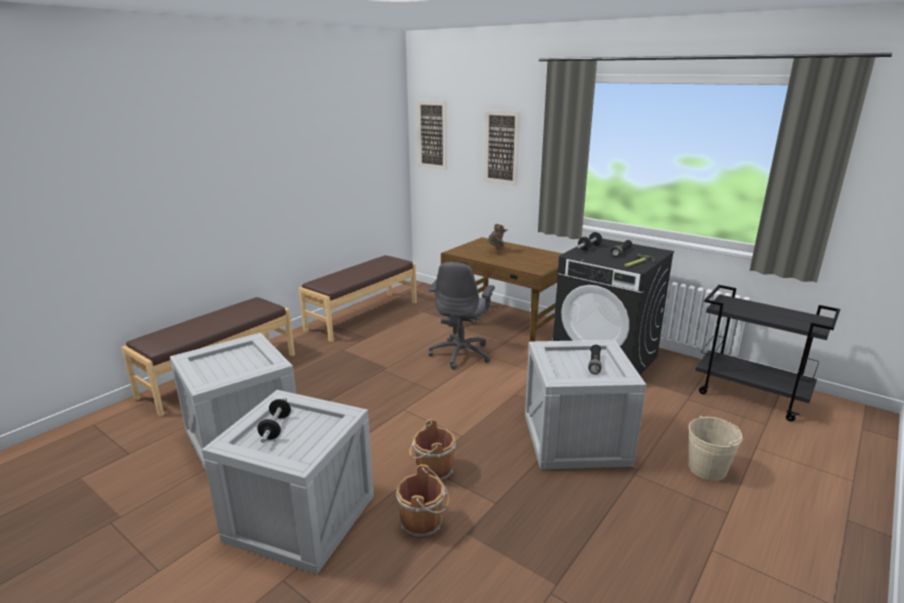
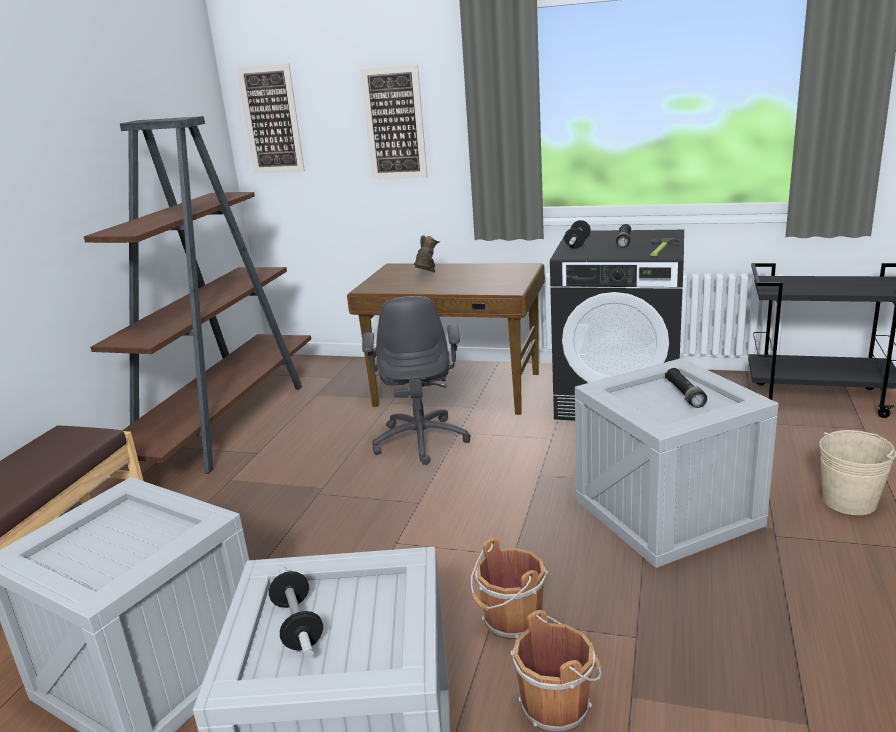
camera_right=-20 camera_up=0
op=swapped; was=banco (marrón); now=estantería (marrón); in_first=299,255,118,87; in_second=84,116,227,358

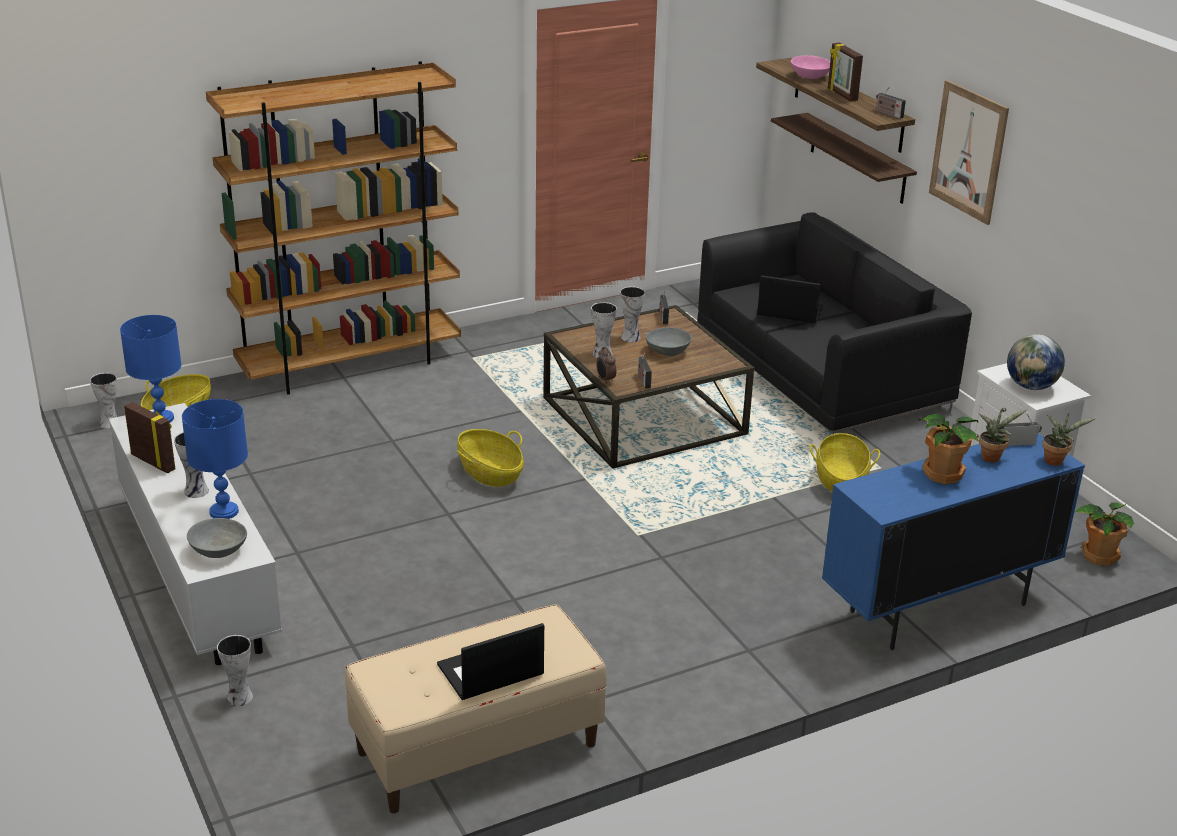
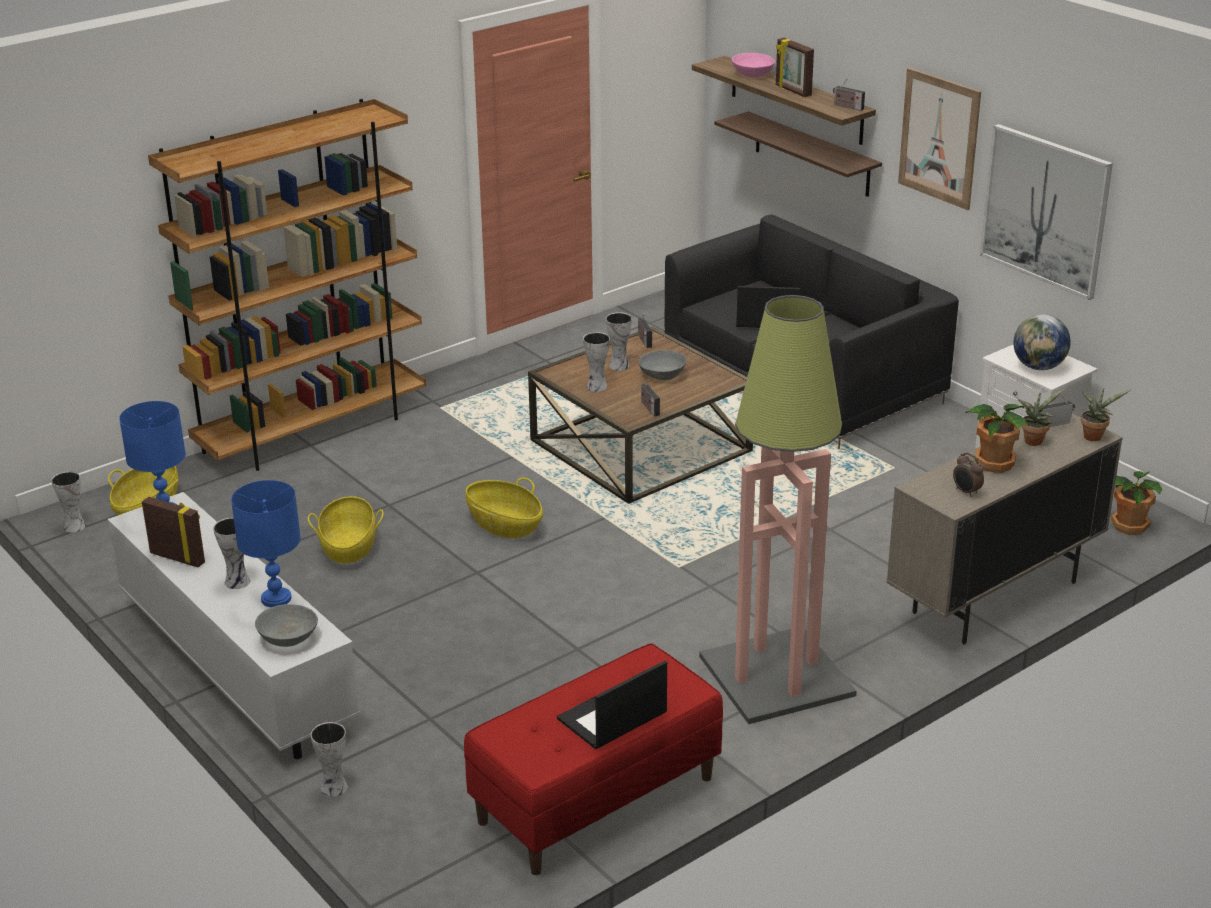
camera_right=-10 camera_up=0
op=shifted; was=cesta; in_first=809,433,71,59; in_second=308,496,76,68
op=repainted; was=banco (beis); now=banco (rojo); in_first=345,604,262,209; in_second=464,644,259,231
op=new; now=lámpara de pie; in_second=699,295,158,429
op=repainted; was=armario (azul); now=armario (beis); in_first=822,433,263,217; in_second=887,414,236,230
op=shifted; was=despertador; in_first=596,347,20,37; in_second=953,452,31,45
op=new; now=cuadro; in_second=980,124,133,176

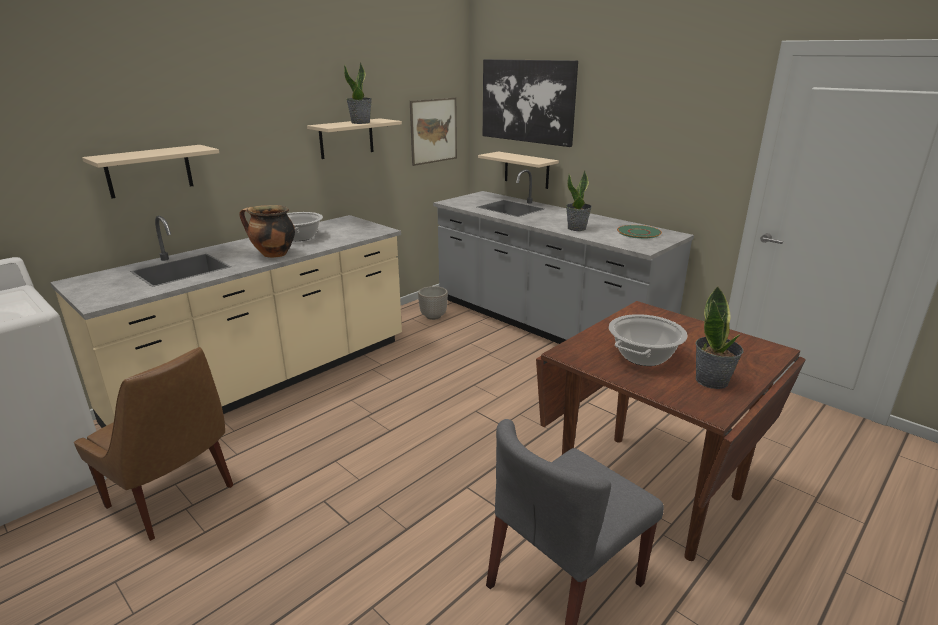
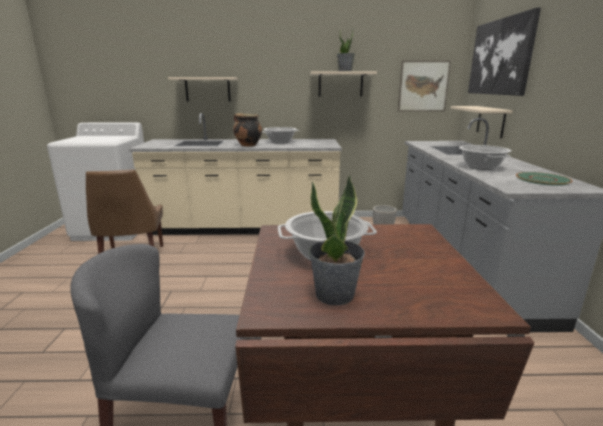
camera_right=45 camera_up=-5
op=swapped; was=planta en maceta; now=olla; in_first=566,171,26,60; in_second=459,145,52,25

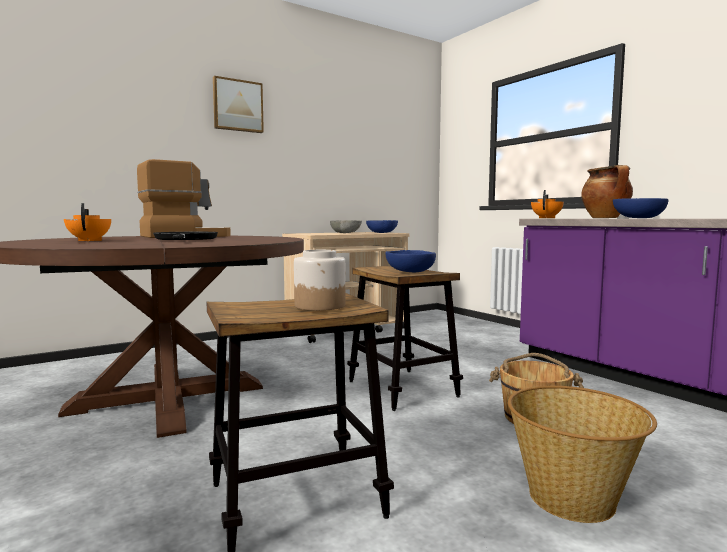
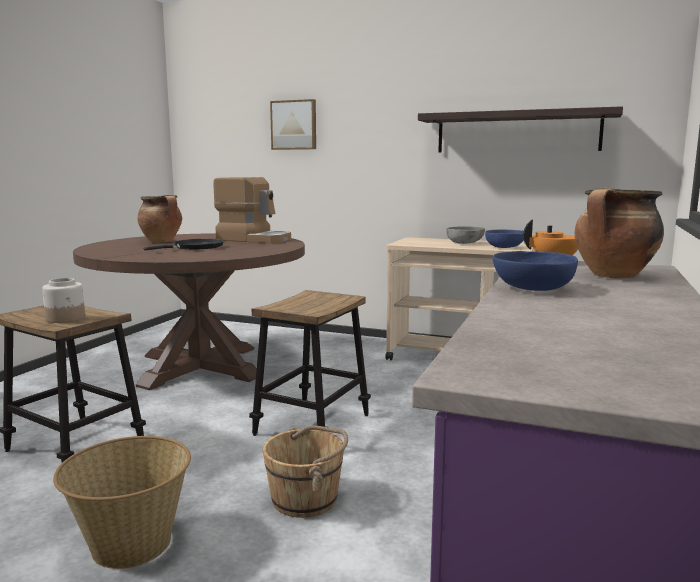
camera_right=55 camera_up=5
op=swapped; was=tetera (naranja); now=olla; in_first=64,203,47,38; in_second=138,195,44,47
op=shifted; was=cuadro; in_first=213,76,51,57; in_second=270,99,46,51
op=new; now=estante; in_second=418,106,205,46
op=gone; was=cuenco (azul); in_first=385,250,51,22

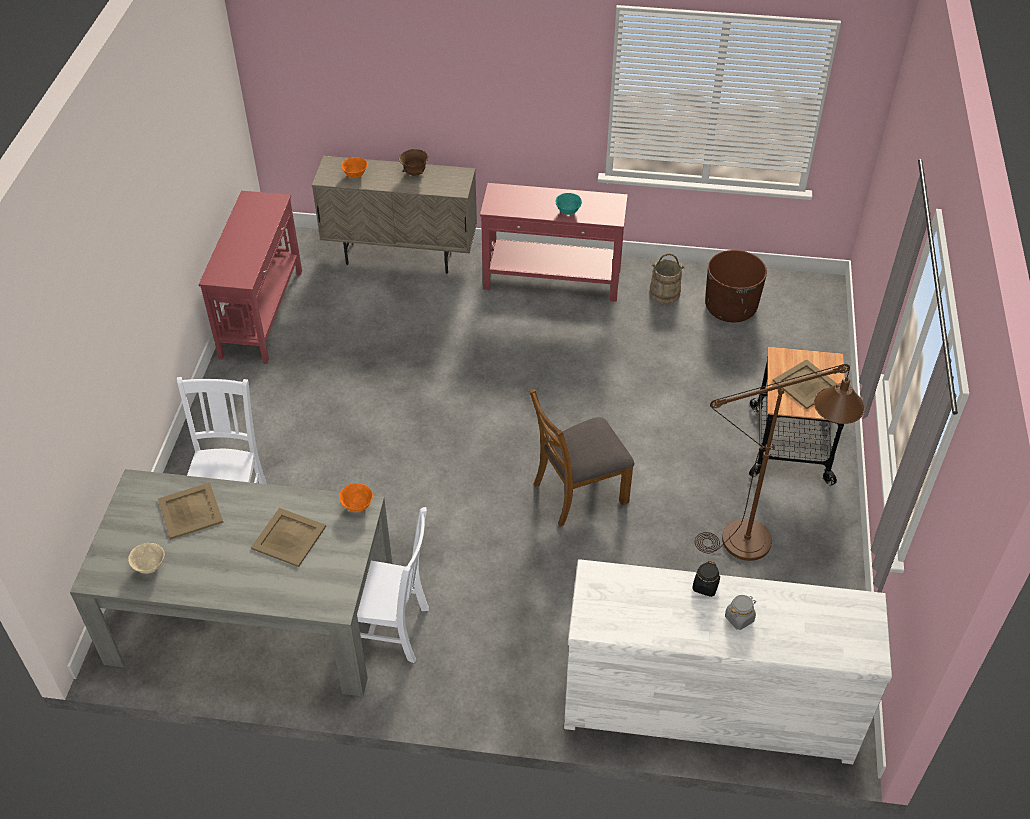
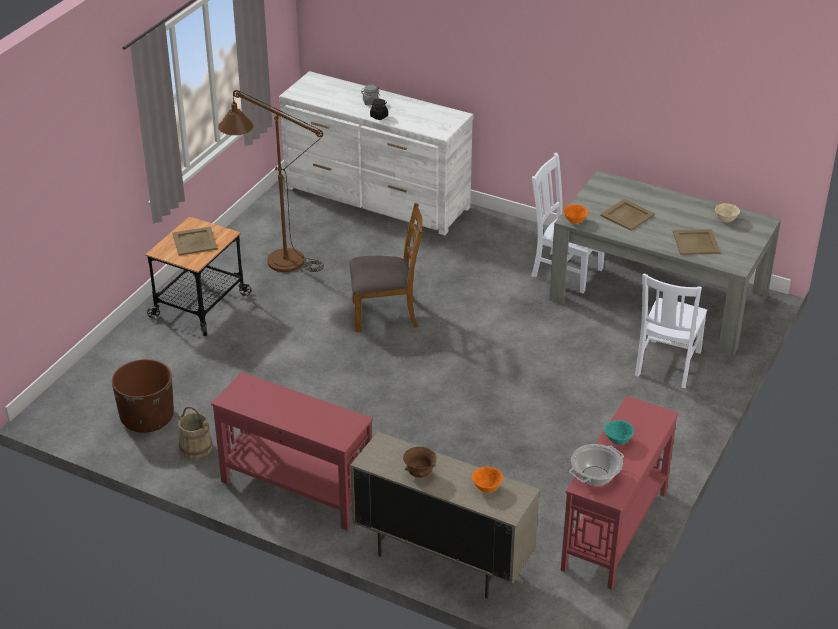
camera_right=-160 camera_up=-10
op=new; now=olla; in_second=569,444,55,42
op=shifted; was=cuenco (turquesa); in_first=555,193,27,22; in_second=605,420,29,25

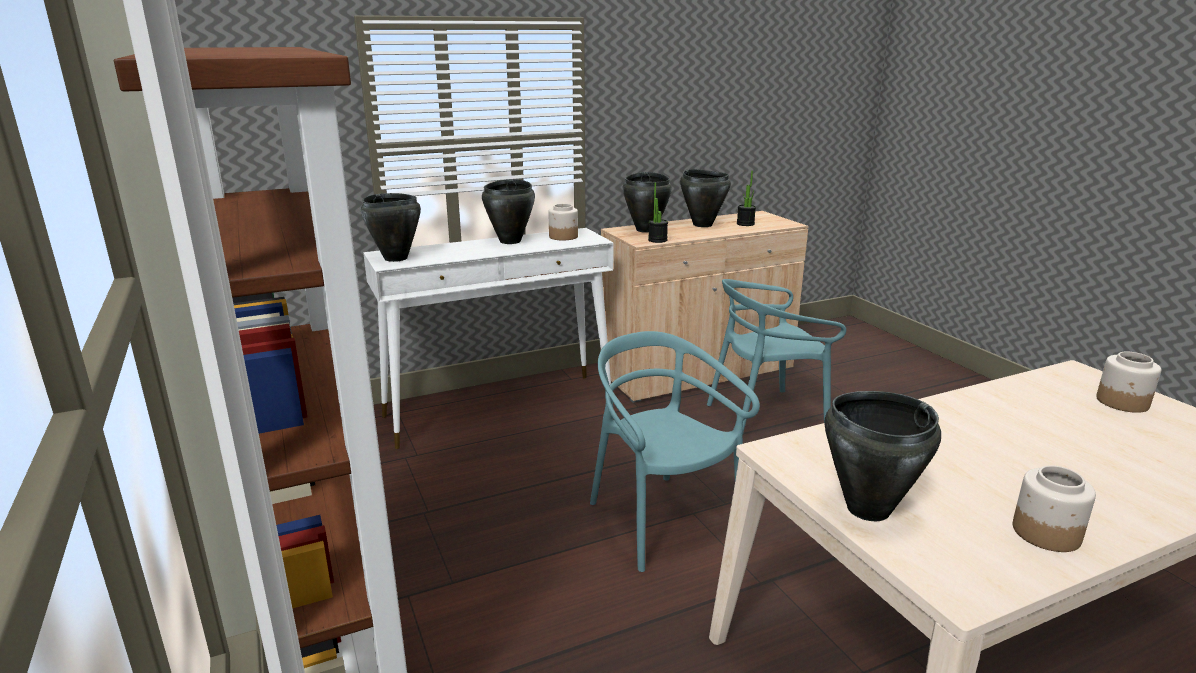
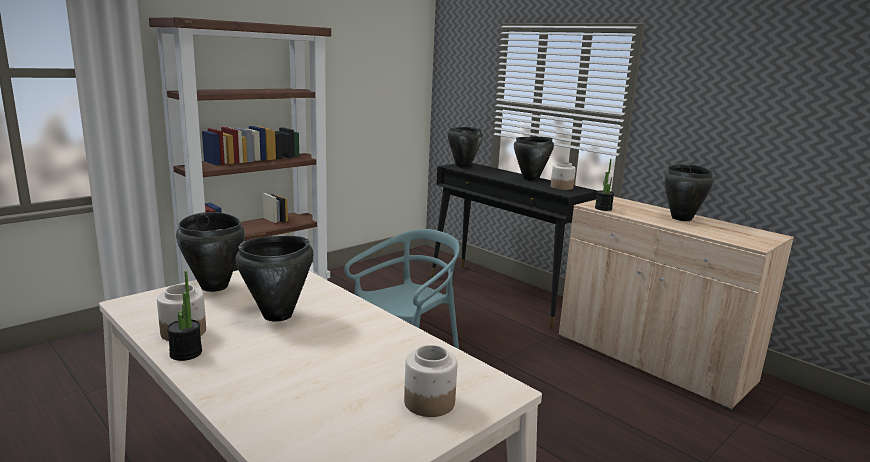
camera_right=70 camera_up=-5
op=shifted; was=planta en maceta; in_first=737,170,19,56; in_second=167,271,35,90
op=shifted; was=olla (negro); in_first=623,172,49,61; in_second=236,236,77,86
op=repainted; was=mesa consola (blanco); now=mesa consola (negro); in_first=363,228,251,221; in_second=431,163,166,166
op=gone; was=silla (turquesa); in_first=707,279,139,153

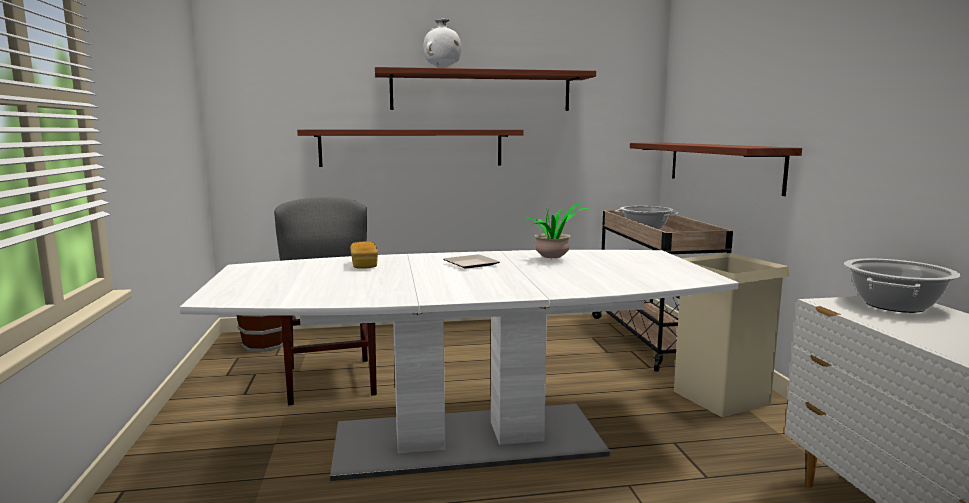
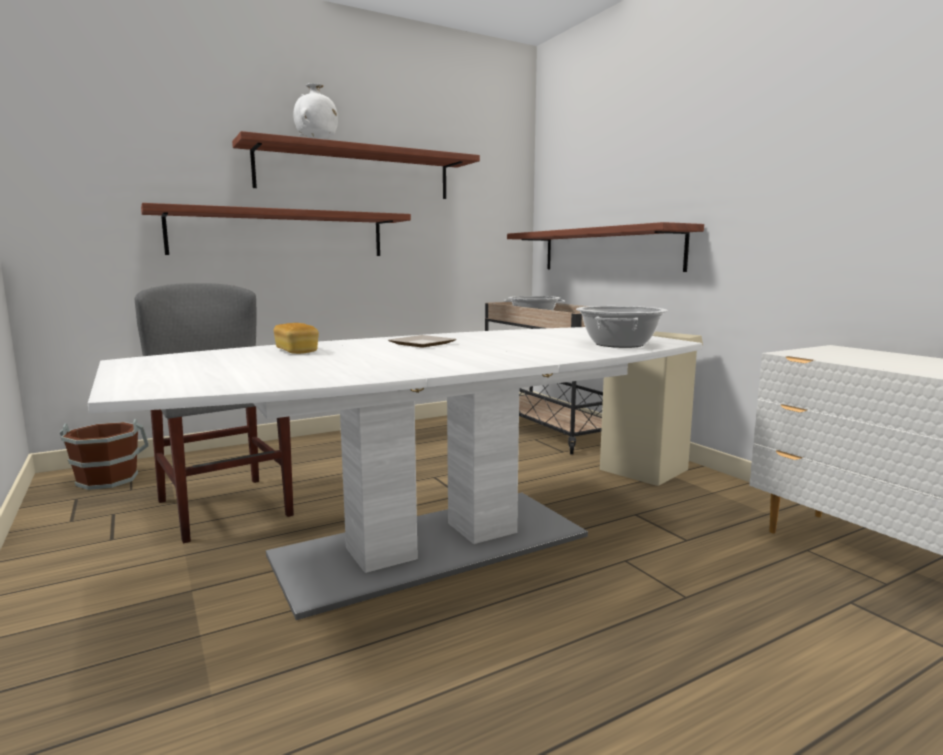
camera_right=-20 camera_up=0
op=shifted; was=olla; in_first=844,259,116,54; in_second=576,306,92,42
op=gone; was=planta en maceta; in_first=525,201,63,57

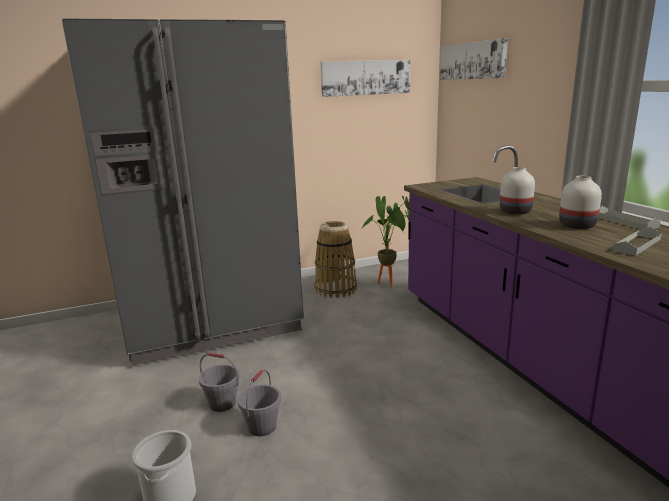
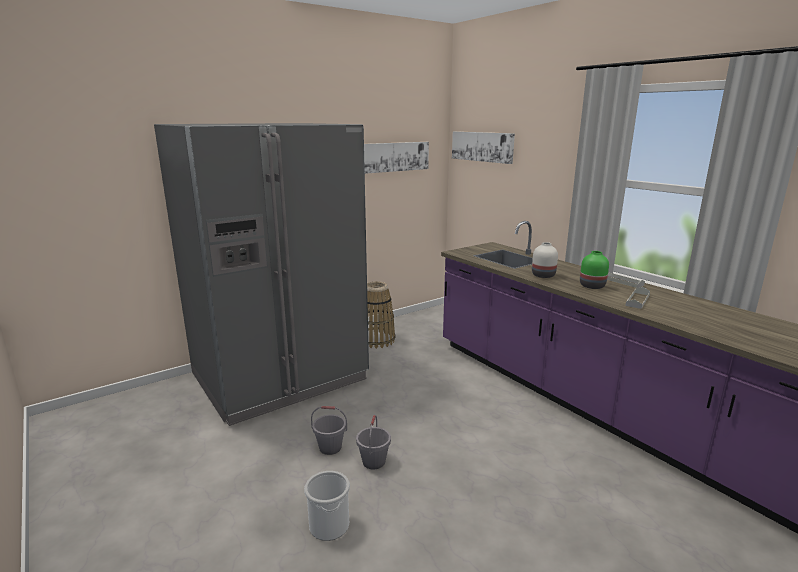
camera_right=-15 camera_up=0
op=repainted; was=florero (blanco); now=florero (verde); in_first=559,176,43,53; in_second=580,251,29,38
op=gone; was=planta en maceta; in_first=361,196,50,91

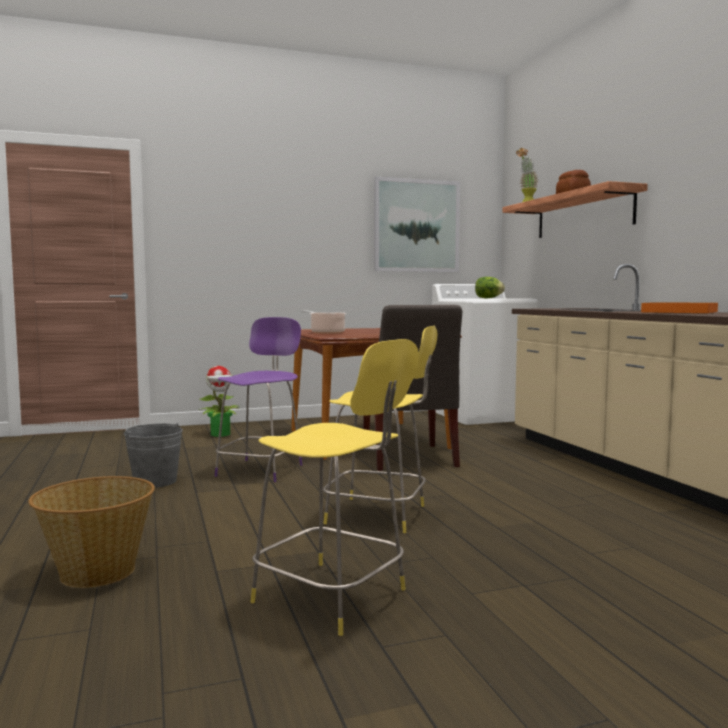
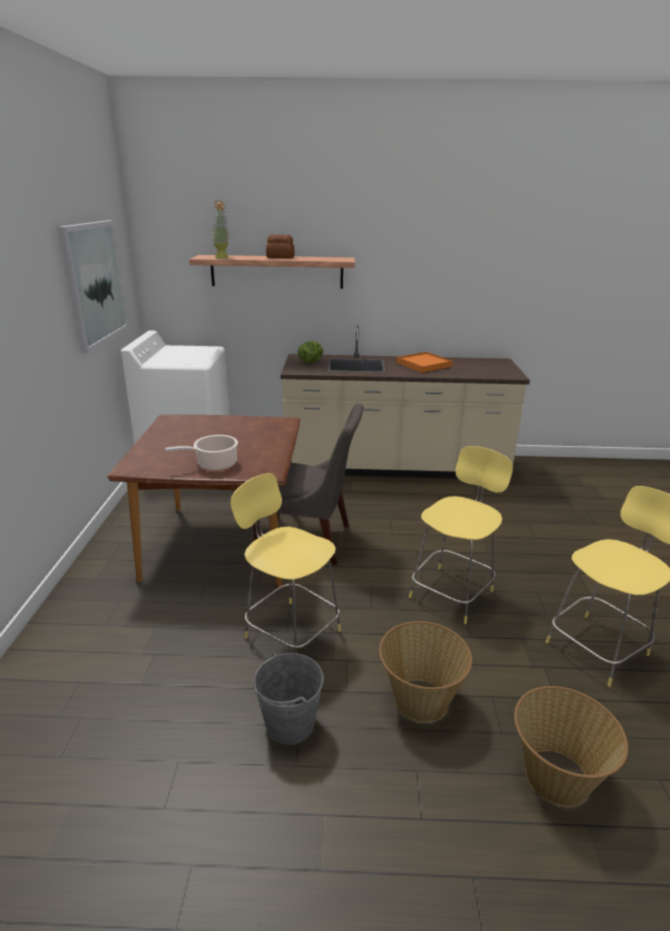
camera_right=-70 camera_up=20
op=repainted; was=taburete (morado); now=taburete (amarillo); in_first=215,317,87,165; in_second=230,473,111,181
op=shifted; was=lechuga; in_first=475,277,30,21; in_second=298,341,25,22
op=new; now=cesta; in_second=379,621,93,101
op=gone; was=planta en maceta; in_first=199,366,42,71

